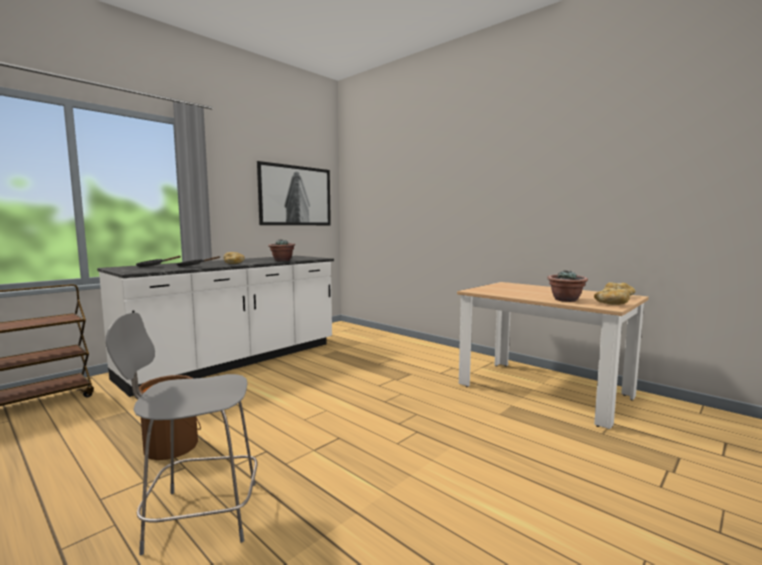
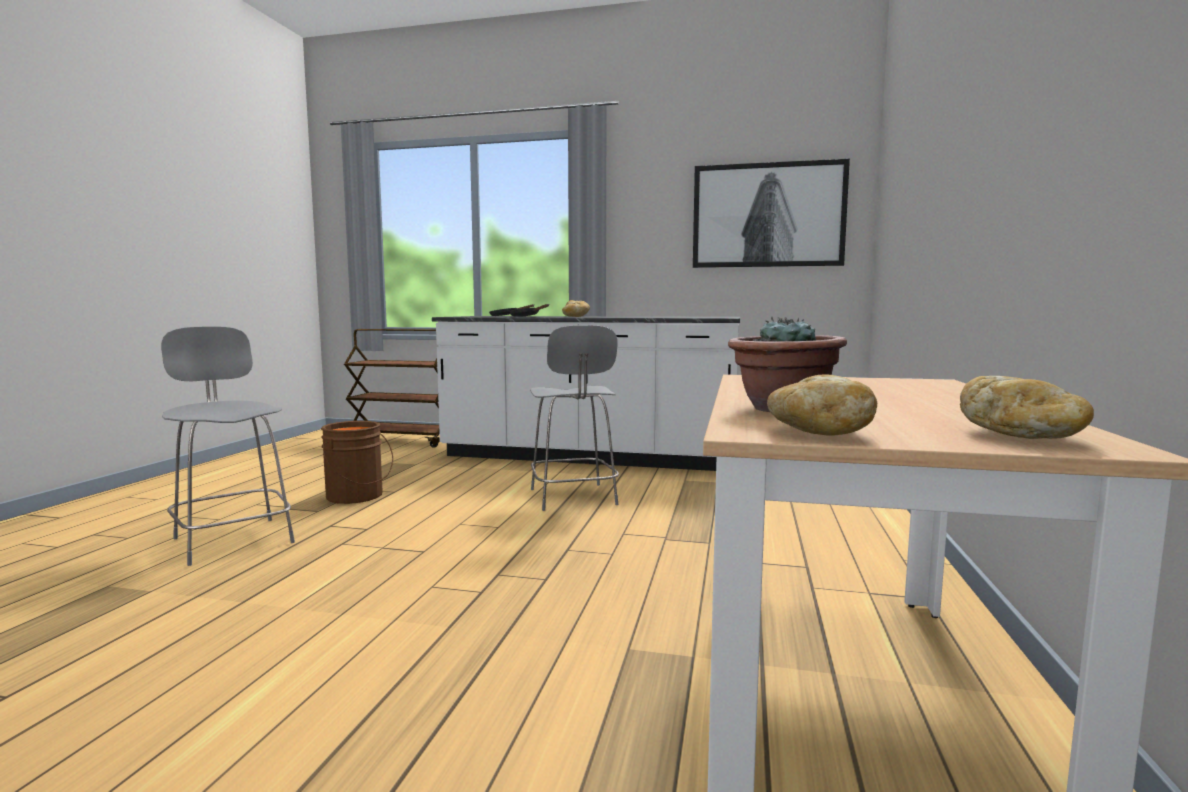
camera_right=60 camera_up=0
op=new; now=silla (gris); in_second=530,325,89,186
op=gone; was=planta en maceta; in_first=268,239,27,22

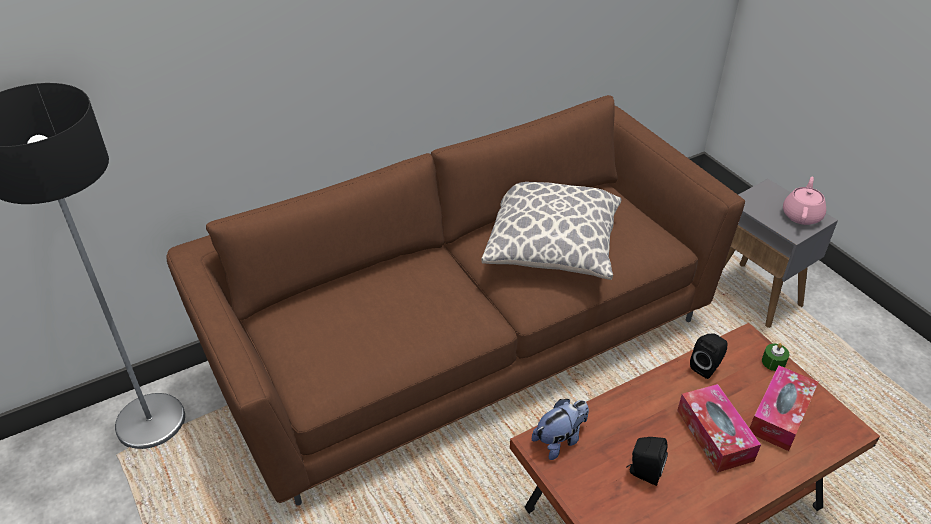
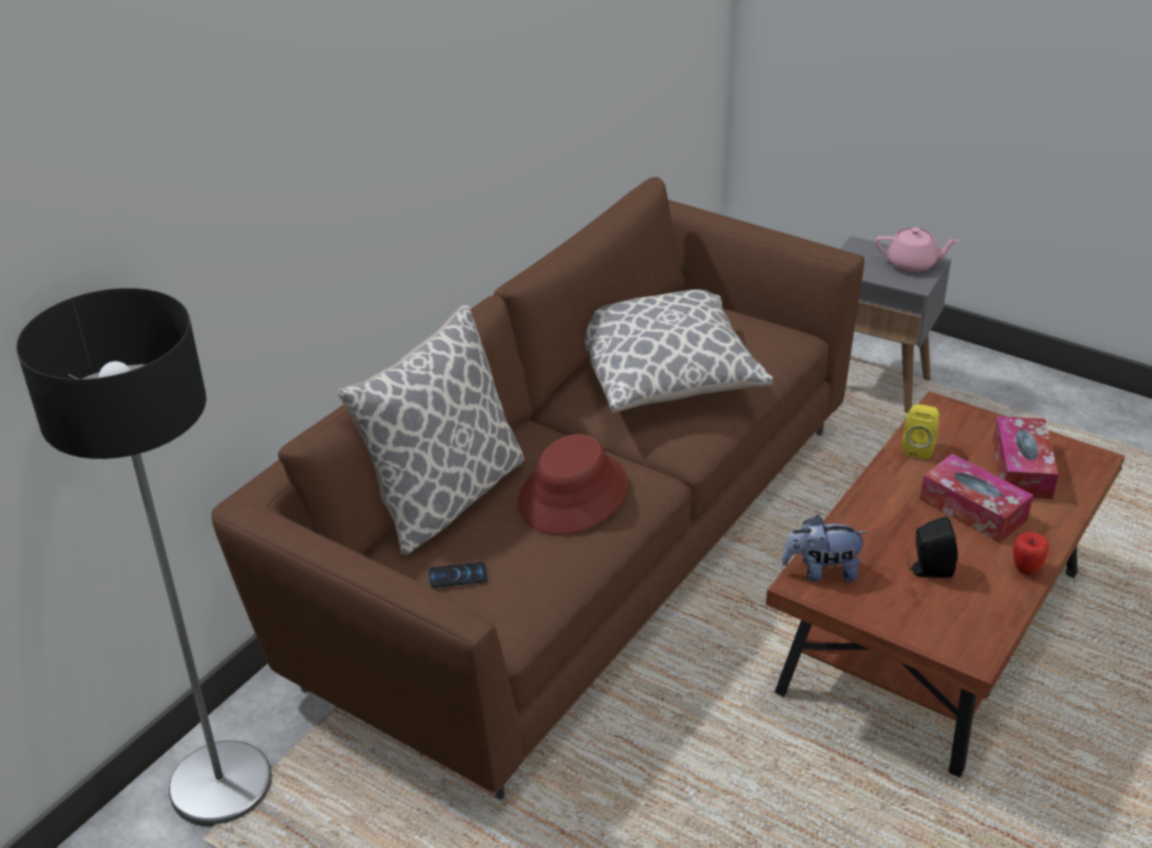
camera_right=-25 camera_up=-5
op=new; now=cojín; in_second=337,305,187,250
op=new; now=móvil; in_second=429,562,58,26
op=new; now=sombrero (rojo); in_second=518,434,110,101
op=rotated; was=peluche; in_first=532,399,57,61; in_second=781,515,88,67; clockwise=-120
op=rotated; was=tetera (rosa); in_first=783,177,43,48; in_second=875,228,85,44; clockwise=105
op=repainted; was=altavoz (negro); now=altavoz (amarillo); in_first=690,333,38,46; in_second=902,404,37,55
op=new; now=manzana; in_second=1013,532,36,43
op=gone; was=vela (verde); in_first=762,343,28,28

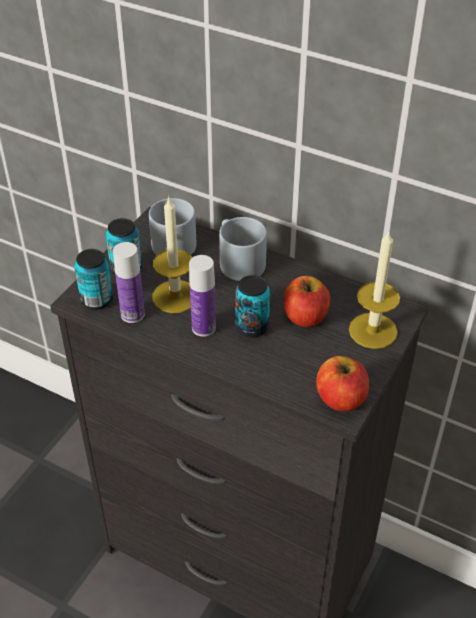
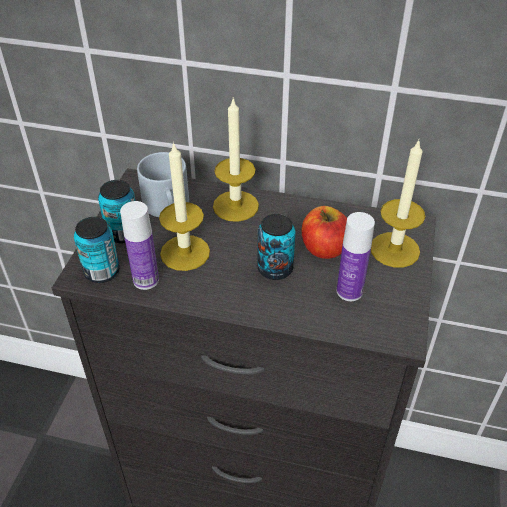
camera_right=-15 camera_up=0
op=swapped; was=taza grande (gris); now=vela; in_first=219,217,48,64; in_second=213,99,46,123
op=shifted; was=botella; in_first=189,255,27,82; in_second=337,212,38,89
op=gone; was=manzana; in_first=316,356,53,55

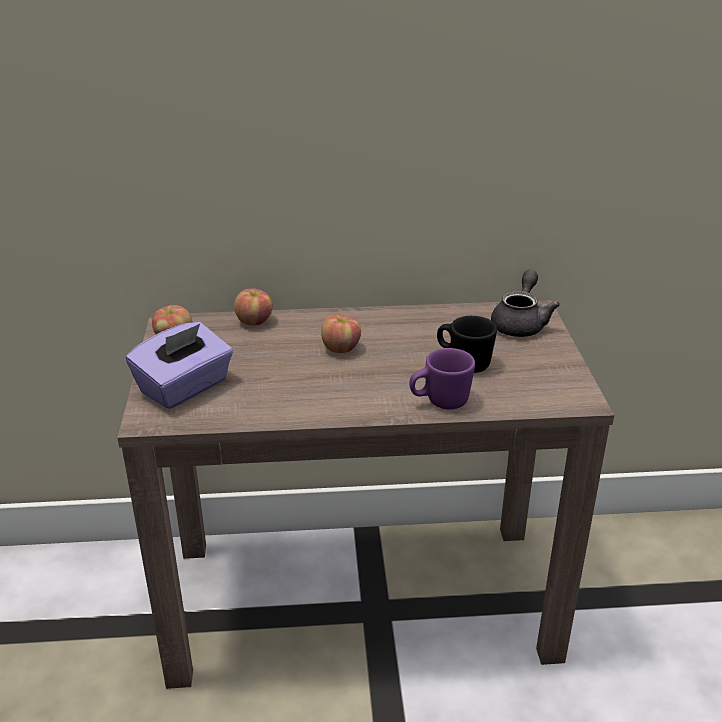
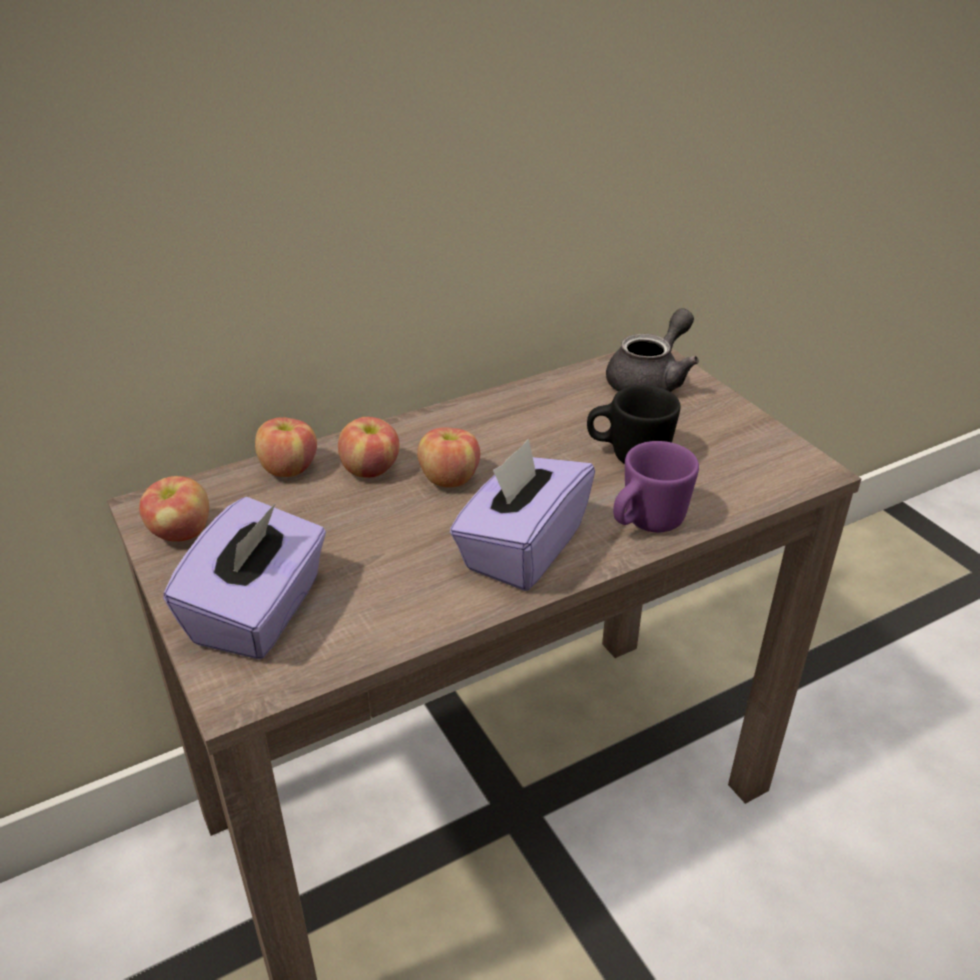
camera_right=-25 camera_up=5
op=new; now=manzana; in_second=338,417,62,61
op=new; now=caja de pañuelos (morado); in_second=450,439,145,152
op=rotated; was=tetera (gris); in_first=491,270,69,67; in_second=606,308,93,84; clockwise=45

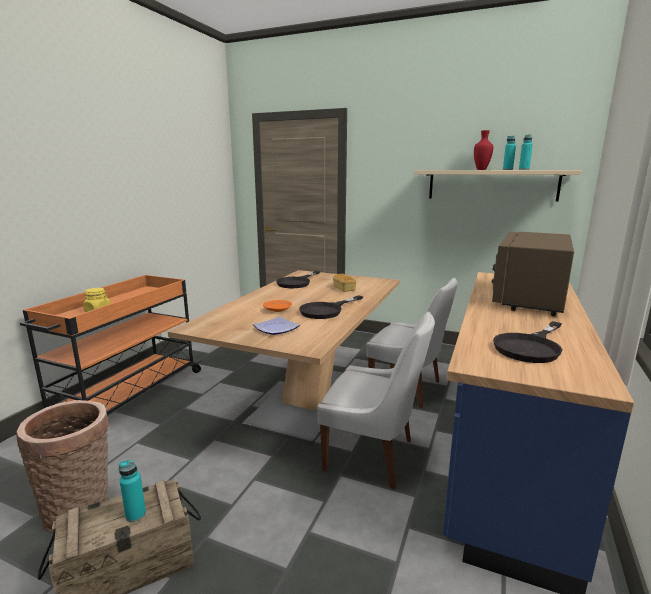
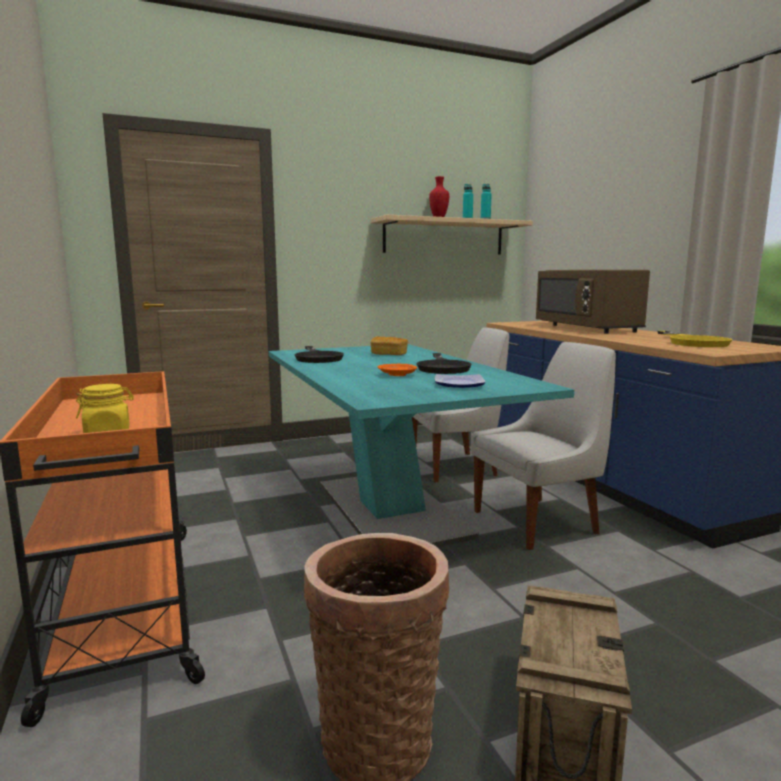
camera_right=-45 camera_up=-5
op=repainted; was=mesa de comedor (marrón); now=mesa de comedor (turquesa); in_first=168,270,232,175; in_second=269,344,305,203
op=repainted; was=sartén (negro); now=sartén (amarillo); in_first=493,321,69,42; in_second=658,331,74,16
op=gone; was=botella (turquesa); in_first=119,460,27,62

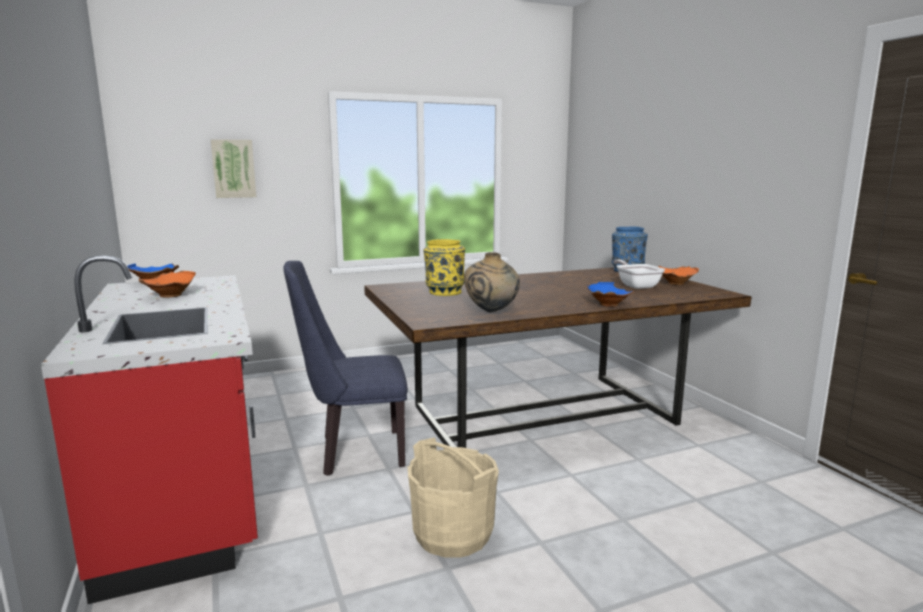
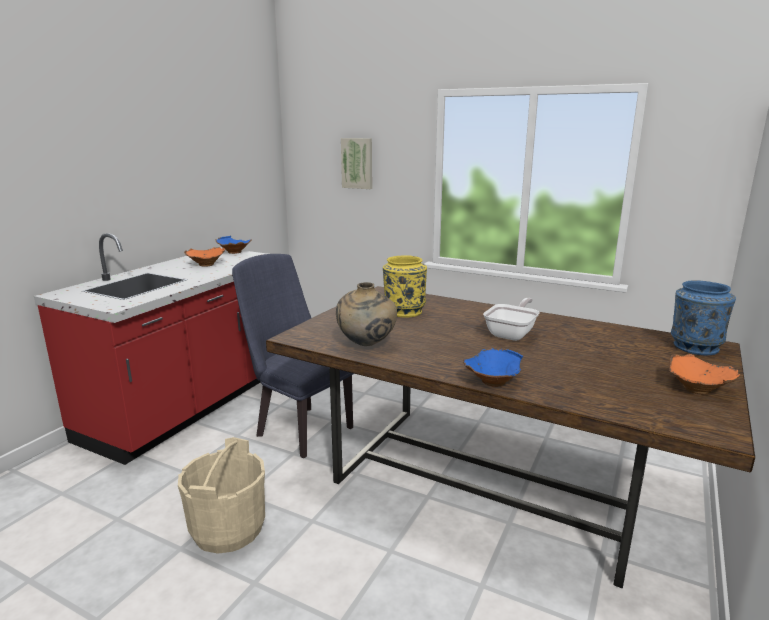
camera_right=50 camera_up=5
op=shifted; was=sartén; in_first=613,260,52,29; in_second=483,298,57,43

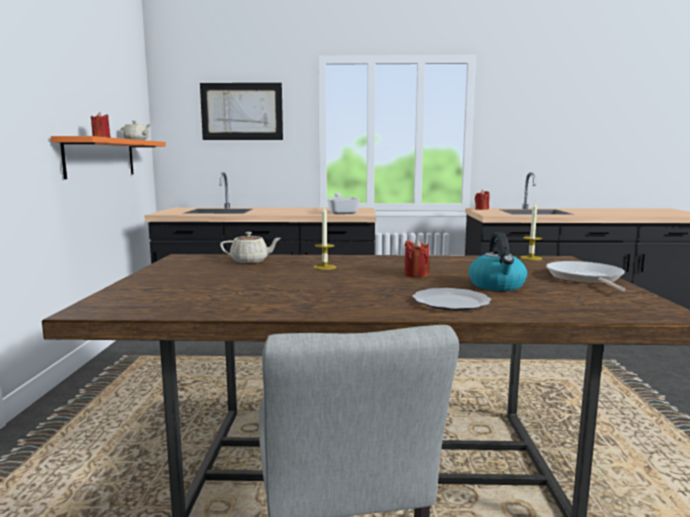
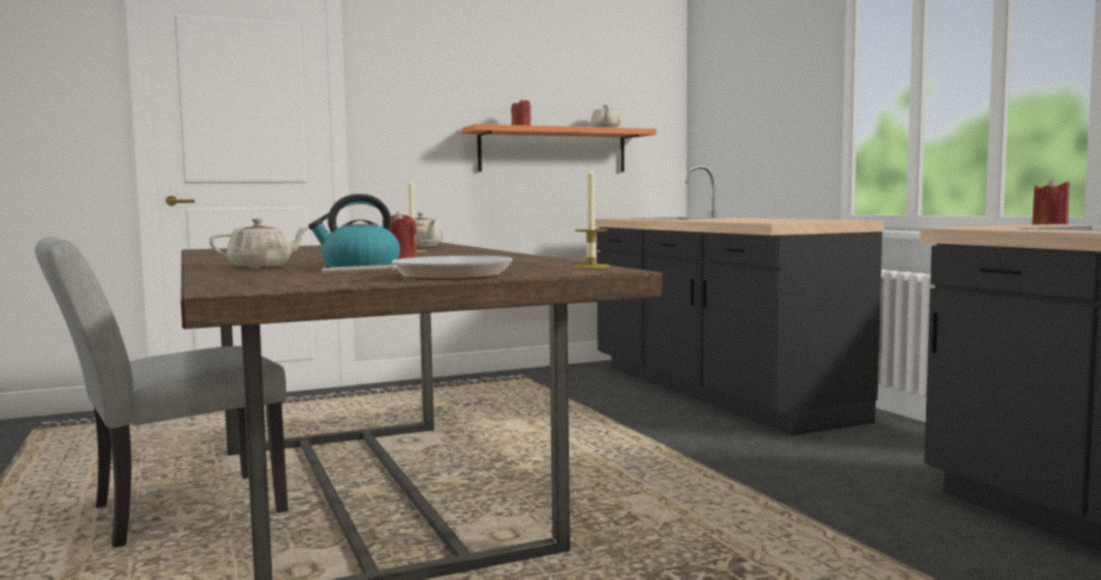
camera_right=65 camera_up=-5
op=swapped; was=plato; now=tetera (beis); in_first=412,288,79,23; in_second=209,218,100,50
op=gone; was=cuadro; in_first=200,83,83,57
op=gone; was=sartén; in_first=326,193,34,21

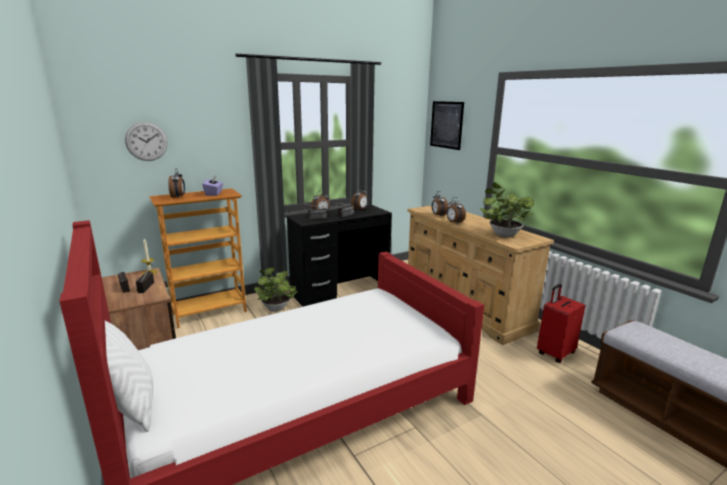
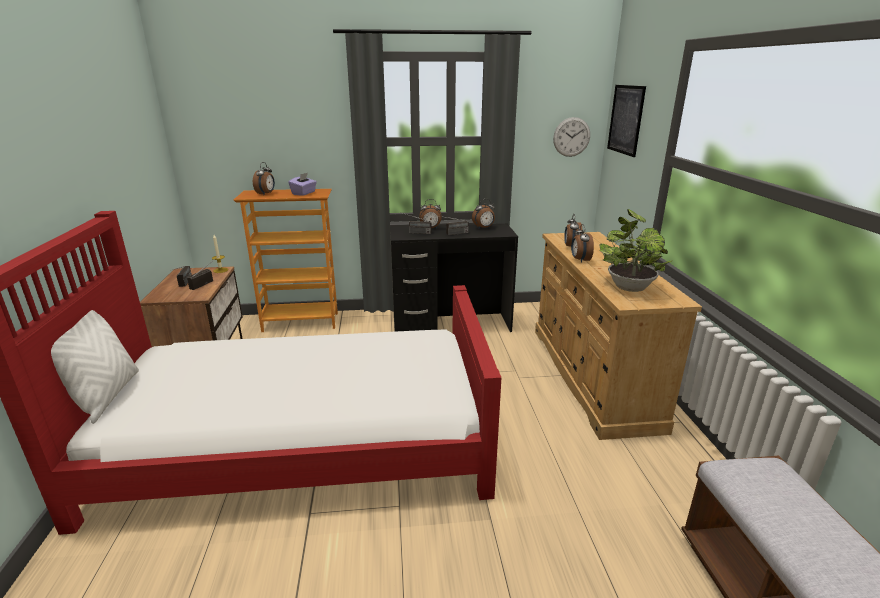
camera_right=25 camera_up=5
op=shifted; was=reloj de pared; in_first=125,122,43,39; in_second=553,117,37,40
op=gone; was=planta en maceta; in_first=254,268,44,44
op=gone; was=maleta (rojo); in_first=537,284,48,79

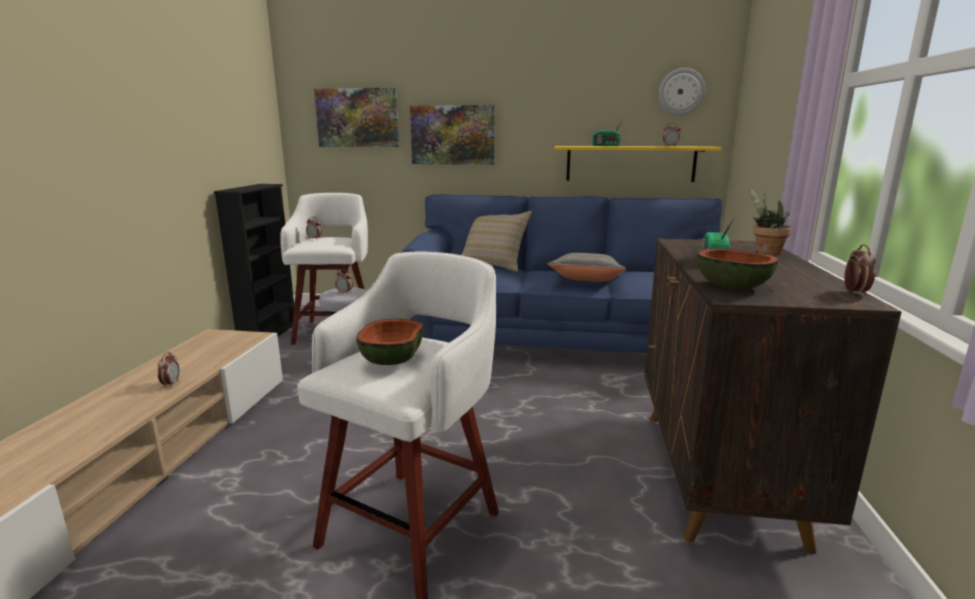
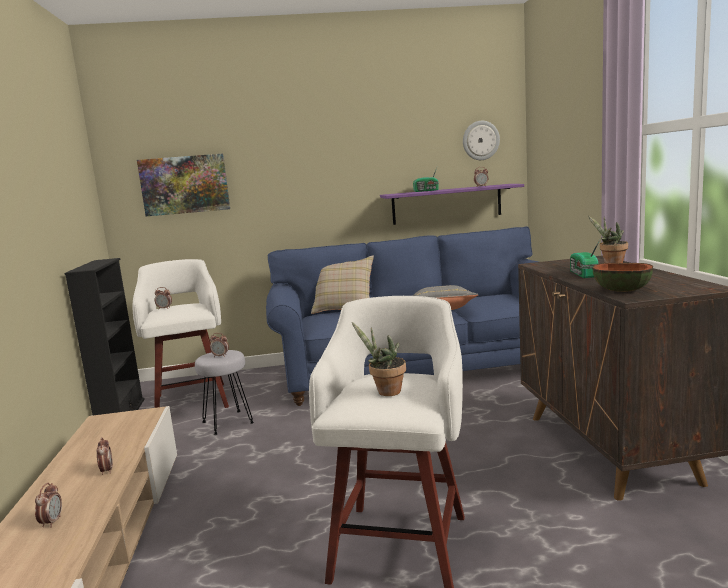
camera_right=-15 camera_up=-5
op=shifted; was=despertador; in_first=844,244,32,52; in_second=35,483,27,45
op=swapped; was=cuenco; now=planta en maceta; in_first=356,319,68,46; in_second=352,322,54,74
op=repainted; was=estante (amarillo); now=estante (morado); in_first=554,146,168,36; in_second=380,184,144,41
op=gone; was=cuadro; in_first=410,105,85,60

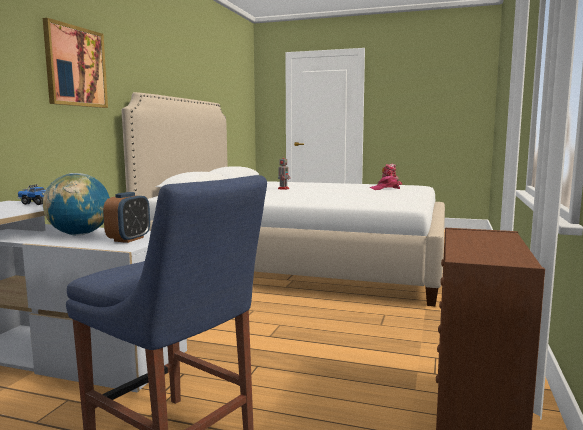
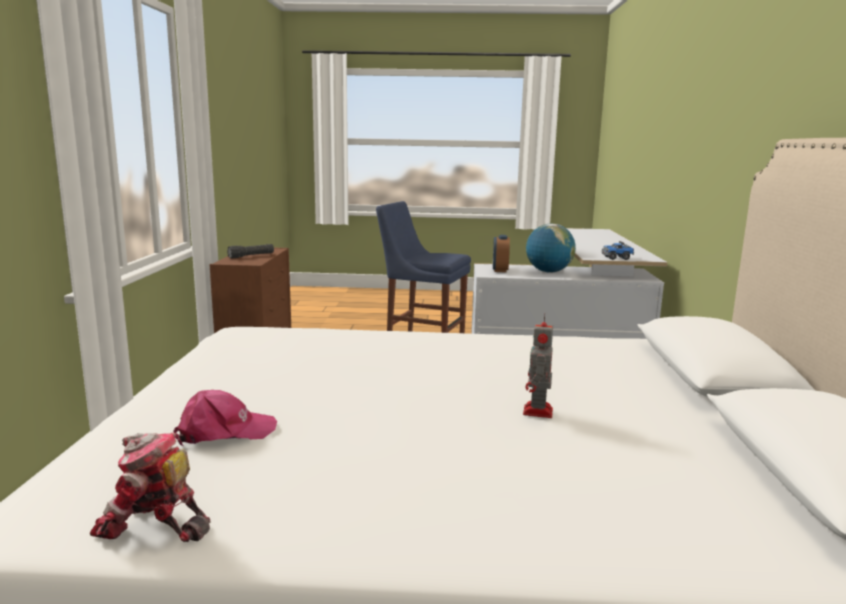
camera_right=165 camera_up=5
op=new; now=linterna (negro); in_second=227,244,47,15
op=gone; was=cuadro; in_first=43,18,65,90

